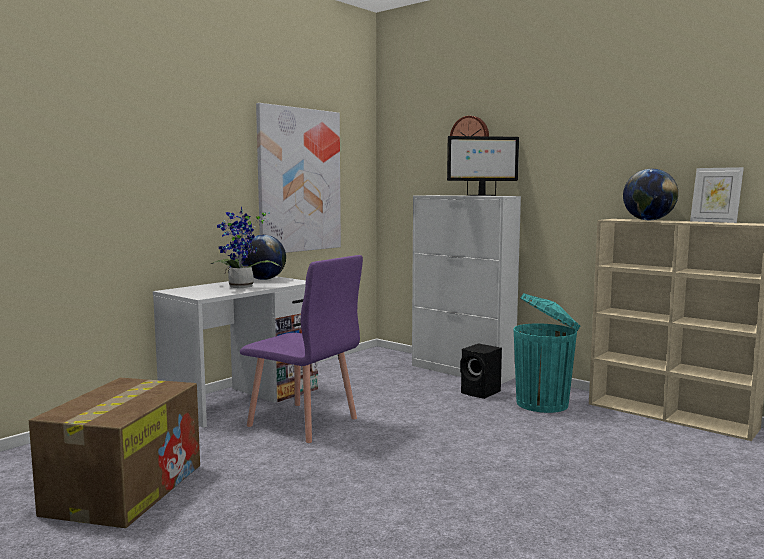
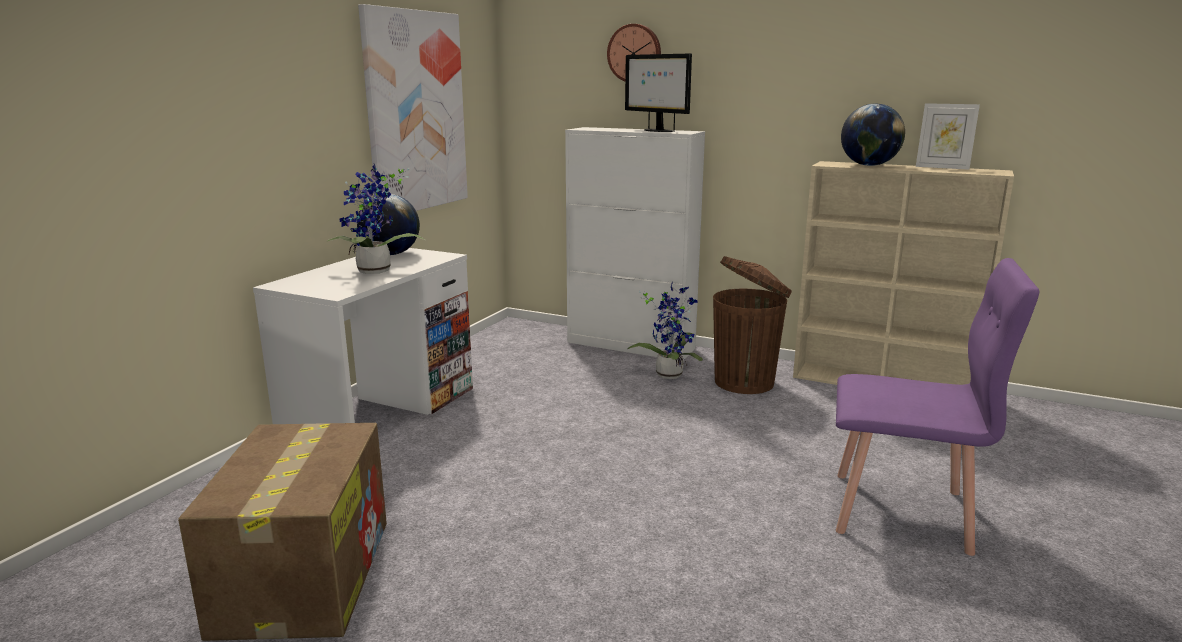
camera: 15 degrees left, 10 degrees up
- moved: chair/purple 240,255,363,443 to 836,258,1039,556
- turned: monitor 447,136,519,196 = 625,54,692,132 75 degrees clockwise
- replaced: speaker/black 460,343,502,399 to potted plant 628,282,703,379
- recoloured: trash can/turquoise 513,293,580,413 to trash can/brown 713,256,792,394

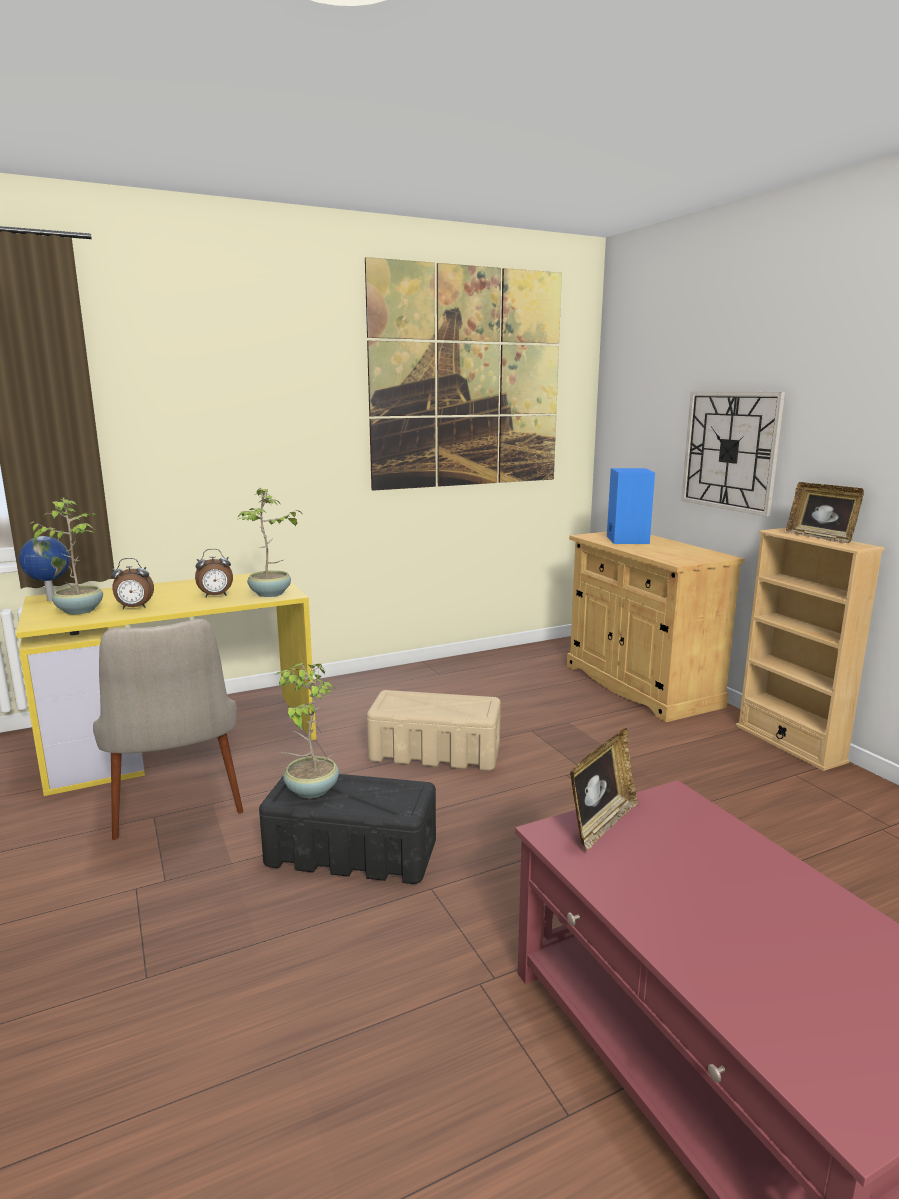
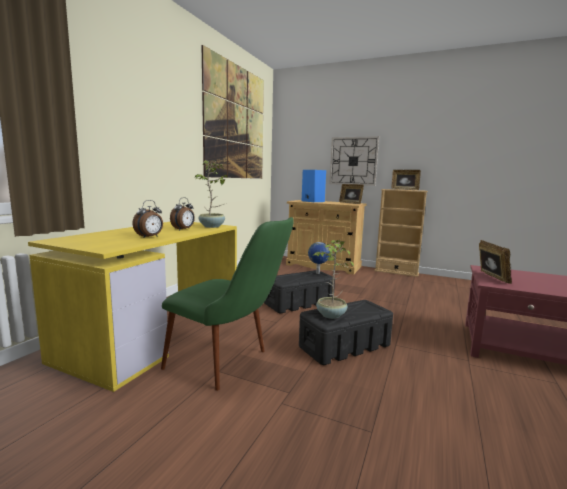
camera: 40 degrees left, 5 degrees down
- moved: globe 19,536,70,601 to 308,242,330,274
- removed: potted plant 27,497,103,615
- recoloured: chair/beige 93,619,243,840 to chair/green 161,217,294,391
- recoloured: storage box/beige 367,690,501,771 to storage box/black 264,270,335,313
- added: picture frame 339,184,364,204

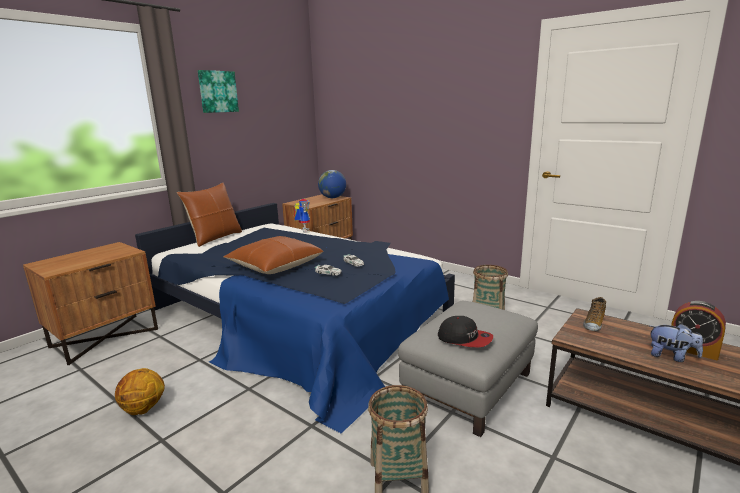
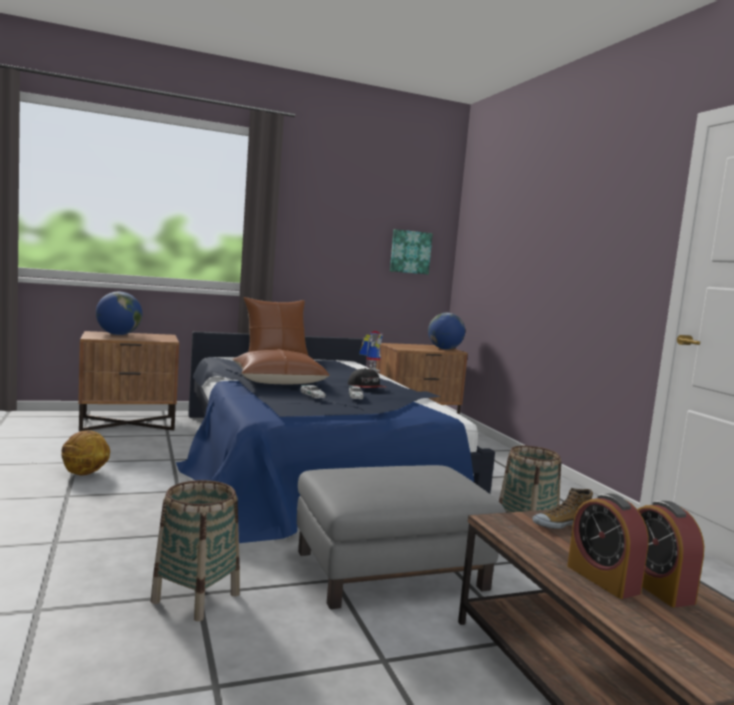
camera: 30 degrees right, 10 degrees down
- moved: picture 198,70,239,113 to 390,229,433,274
- moved: cap 438,316,493,348 to 348,368,386,388
- replaced: plush toy 650,324,703,362 to alarm clock 567,493,649,599
- added: globe 96,292,142,335

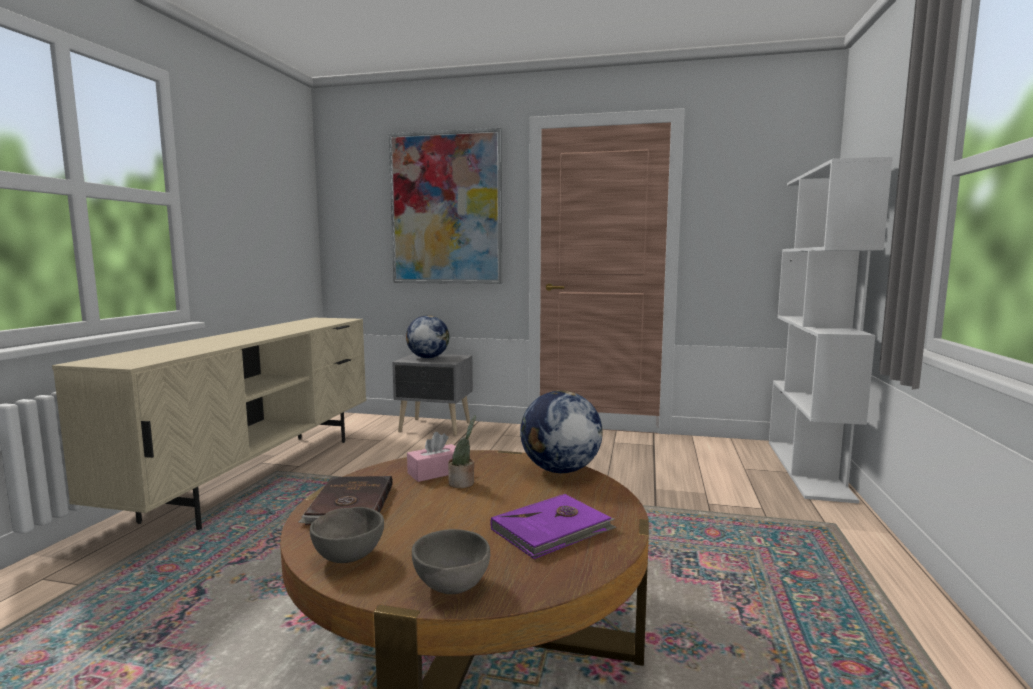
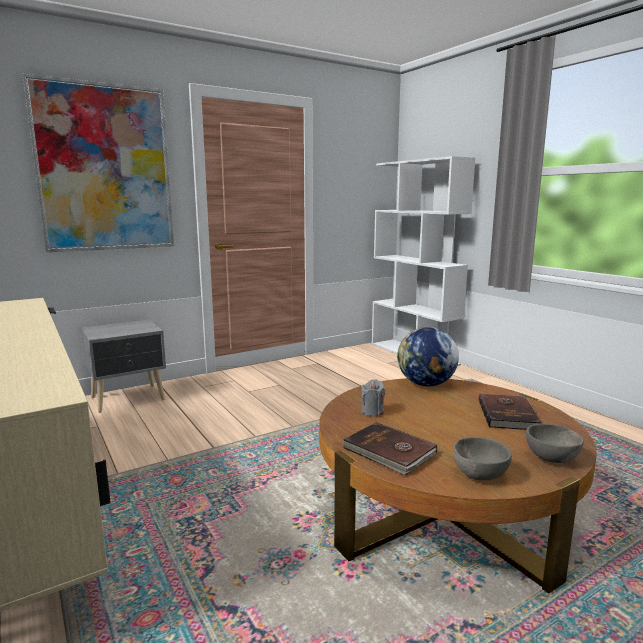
camera: 45 degrees left, 5 degrees up
- removed: globe 406,315,449,358
- replaced: tissue box/pink 407,432,456,482 to candle/grey 361,379,385,416
- removed: potted plant 448,415,476,488
- recoloured: book/purple 491,494,617,559 to book/brown 479,394,542,430

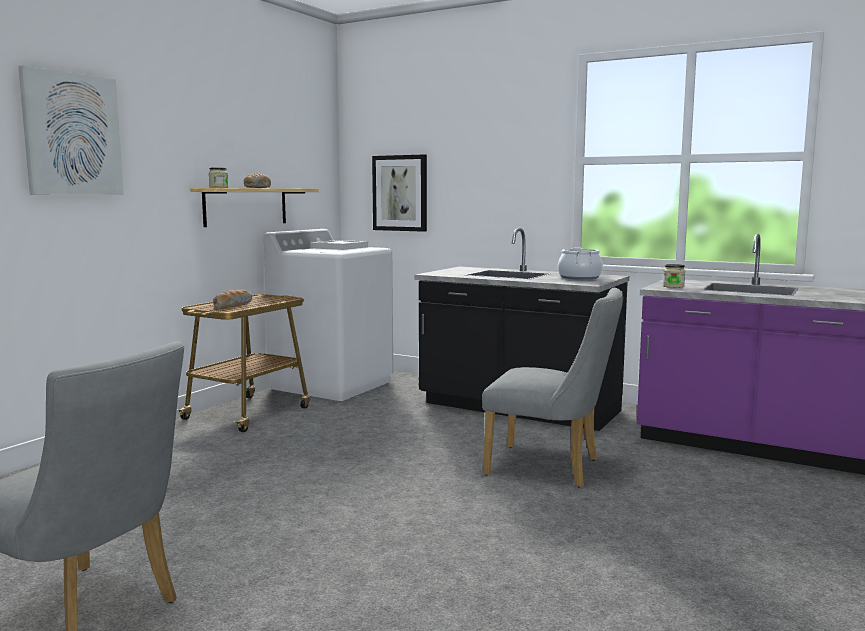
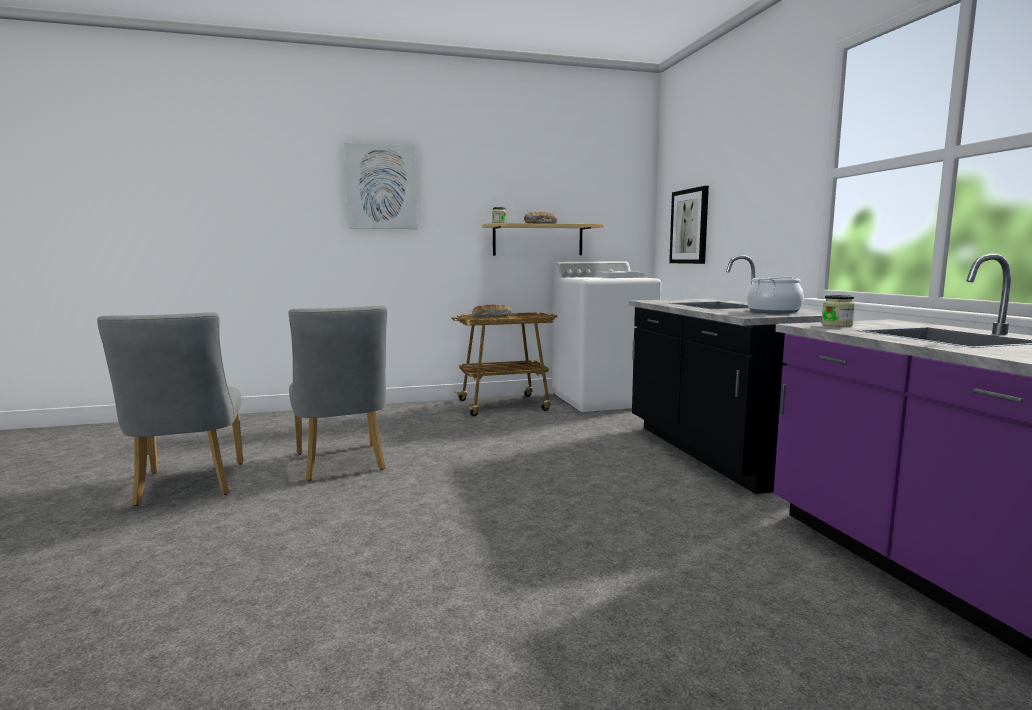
camera: 45 degrees right, 0 degrees up
- moved: chair/grey 482,288,623,488 to 288,305,387,481

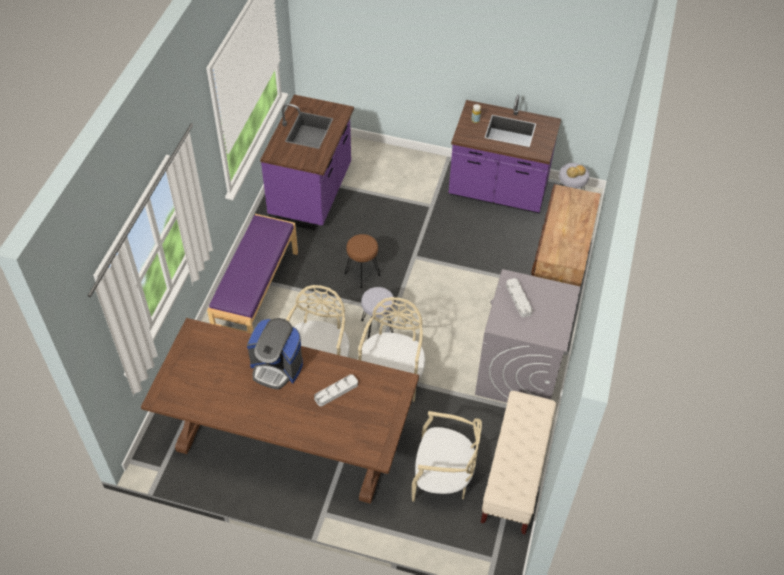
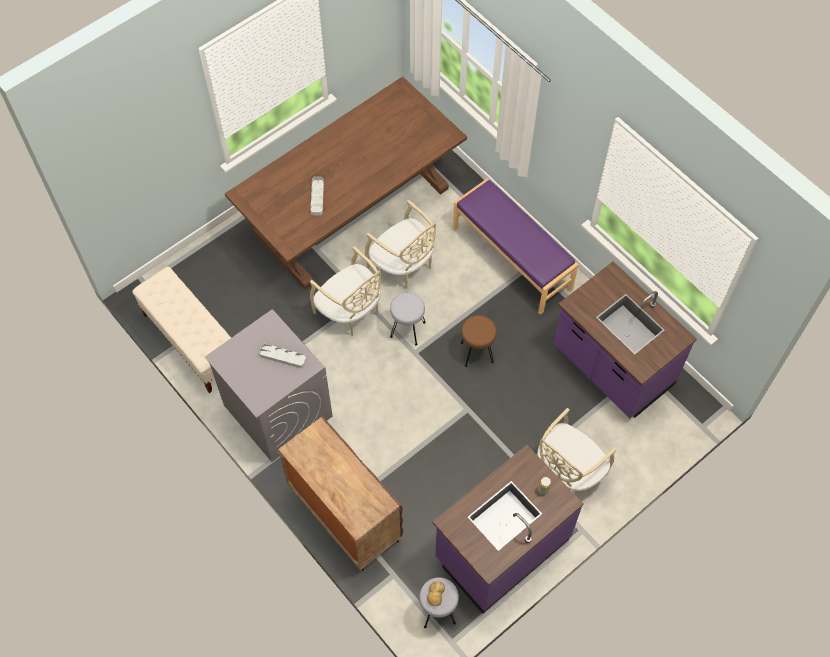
camera: 125 degrees right, 10 degrees up
- removed: coffee machine 247,318,303,390
- moved: chair/beige 412,411,482,501 to 537,408,616,491

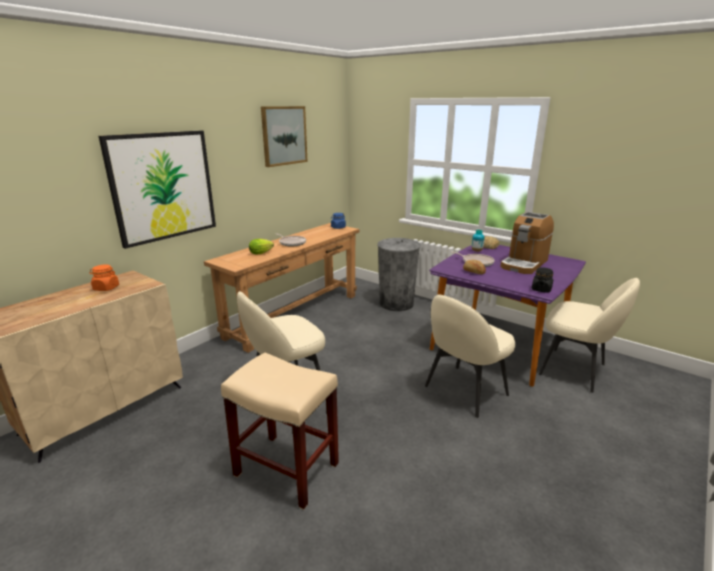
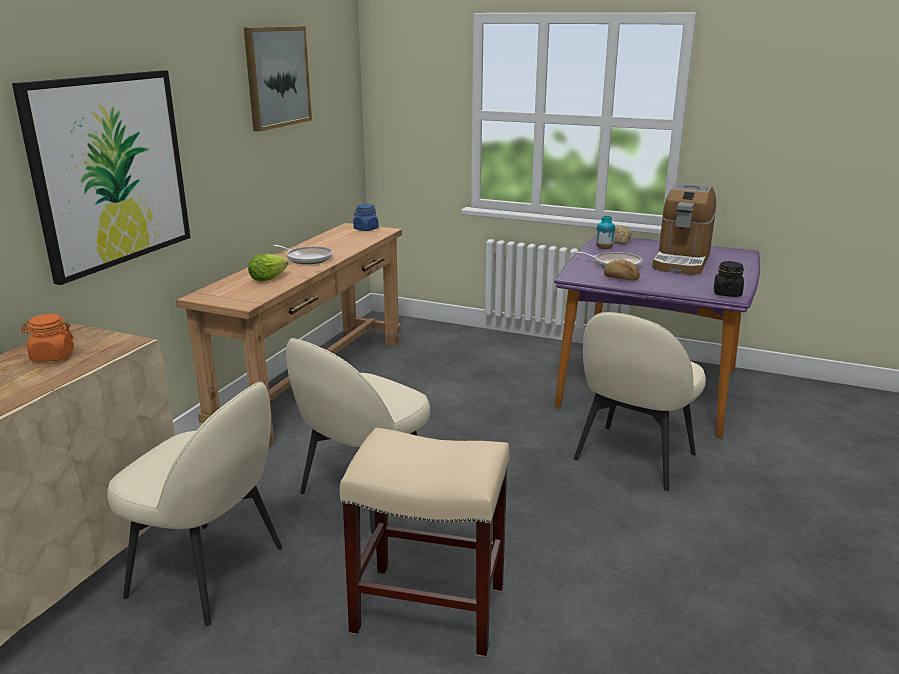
camera: 15 degrees left, 0 degrees up
- removed: trash can/grey 377,238,420,311
- moved: chair/beige 539,278,640,393 to 107,382,283,626

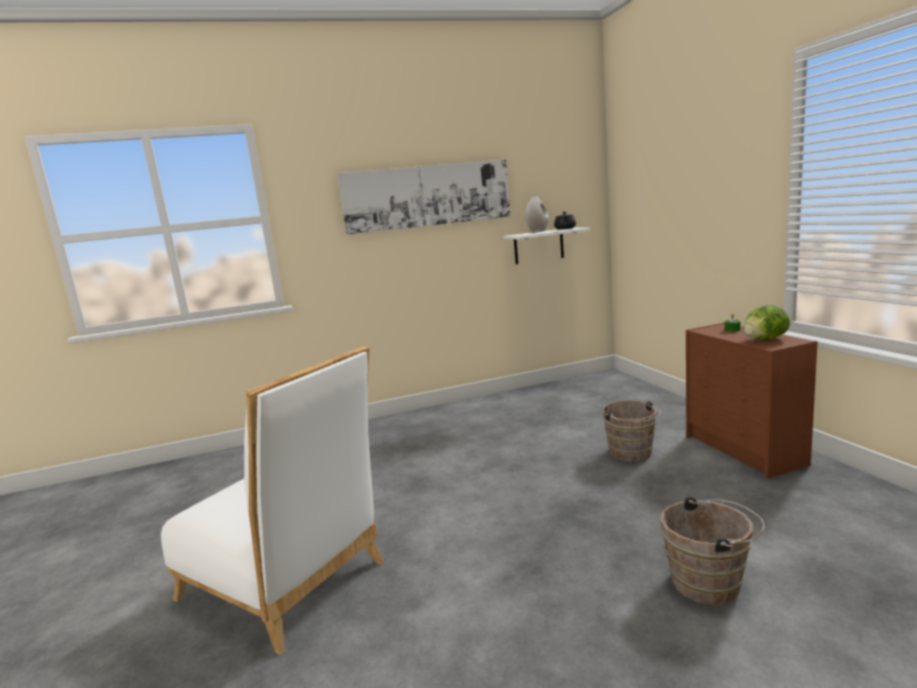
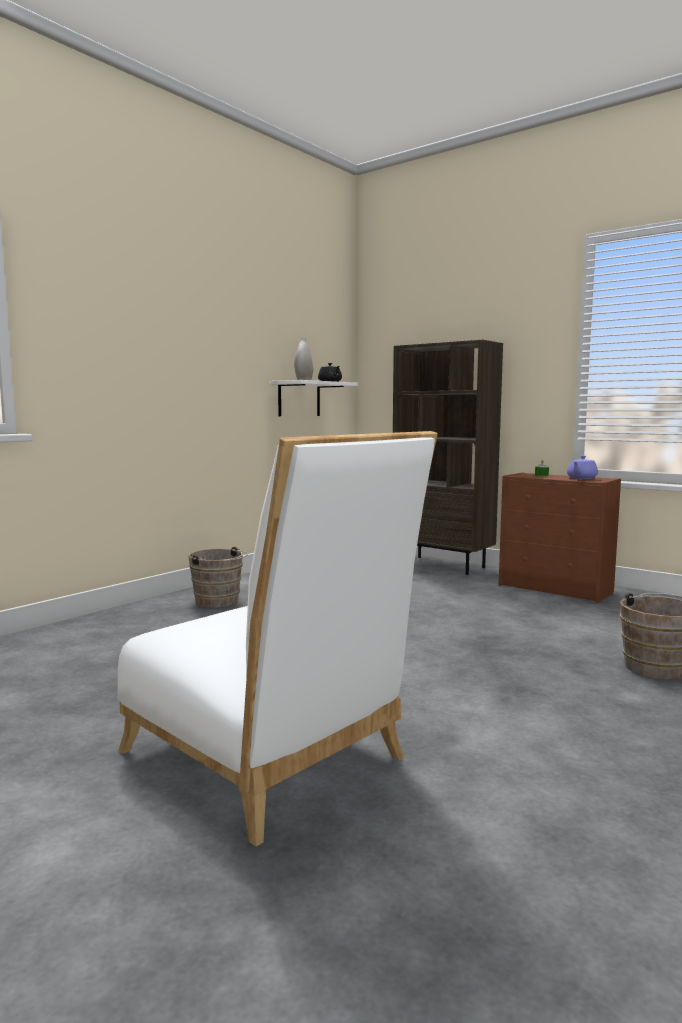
camera: 35 degrees left, 5 degrees down
- turned: chair/white 161,346,384,655 = 117,431,438,846 45 degrees clockwise
- removed: picture 337,160,511,235
- moved: bucket/brown 602,400,661,462 to 188,547,248,608
- replaced: lettuce 743,305,790,340 to teapot/purple 567,456,598,479
- added: bookcase/brown 393,339,503,575

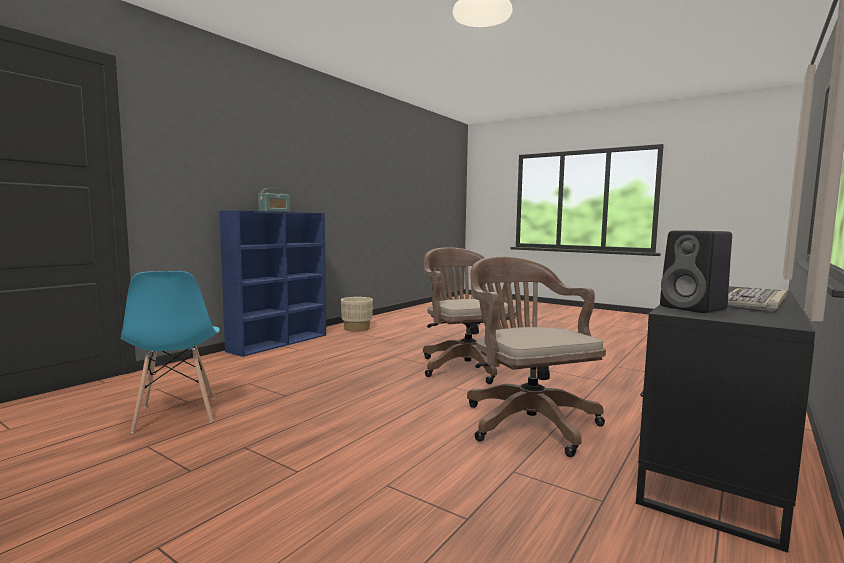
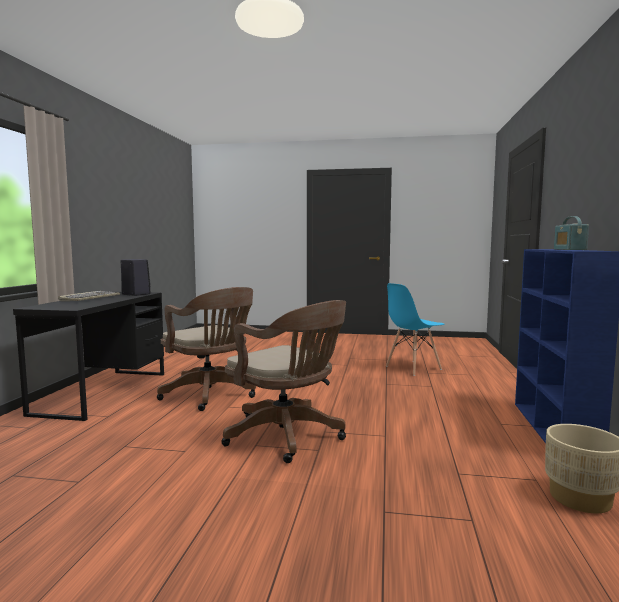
camera: 155 degrees right, 0 degrees up
- turned: chair/blue 121,271,220,434 = 386,283,445,376 75 degrees counterclockwise

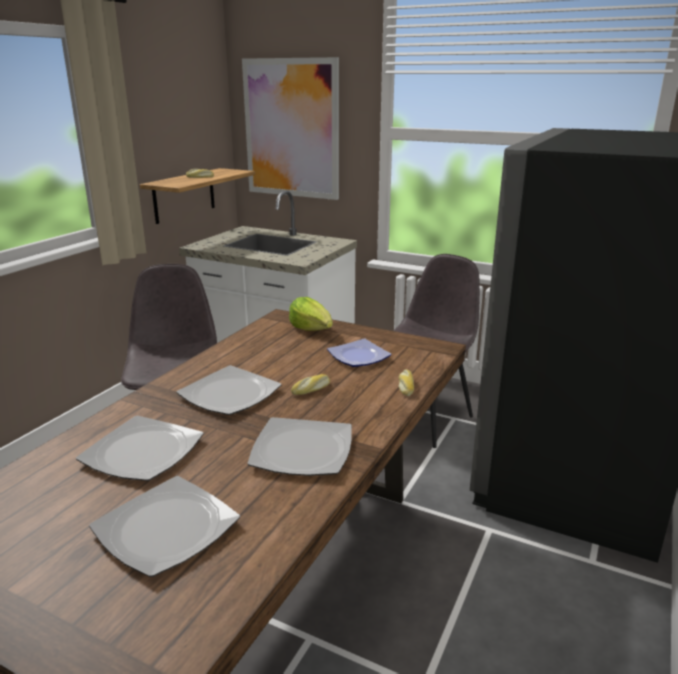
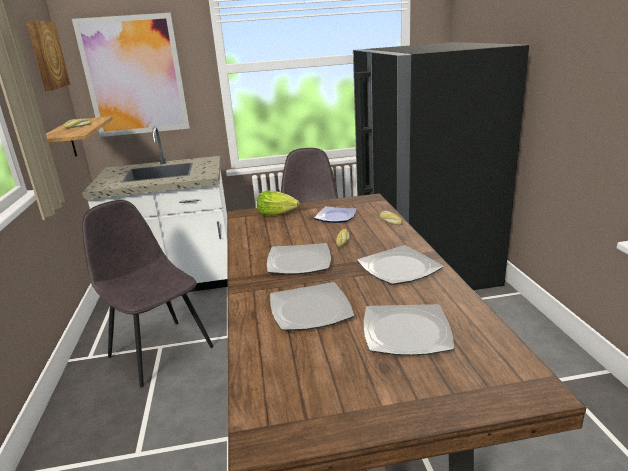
camera: 35 degrees left, 0 degrees up
- added: picture 26,20,70,91

